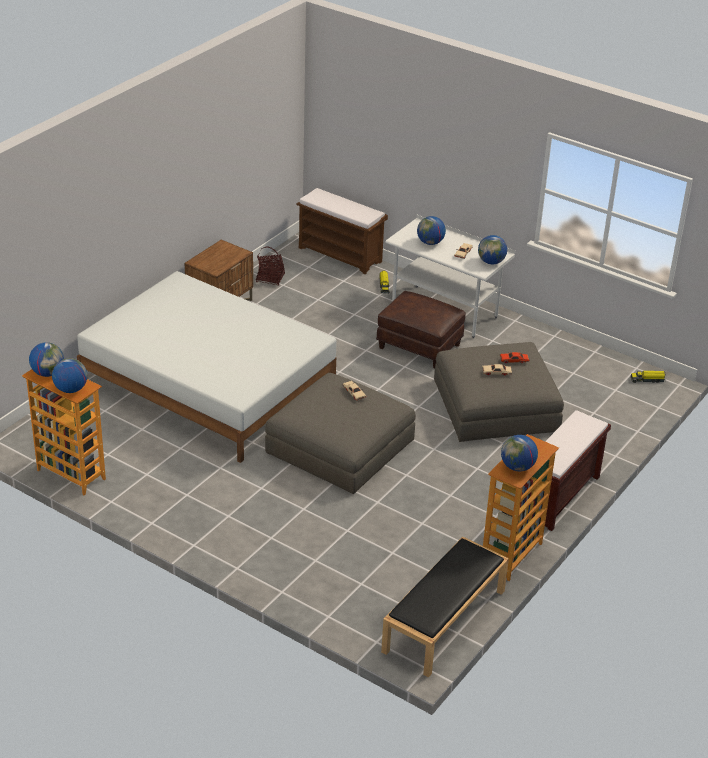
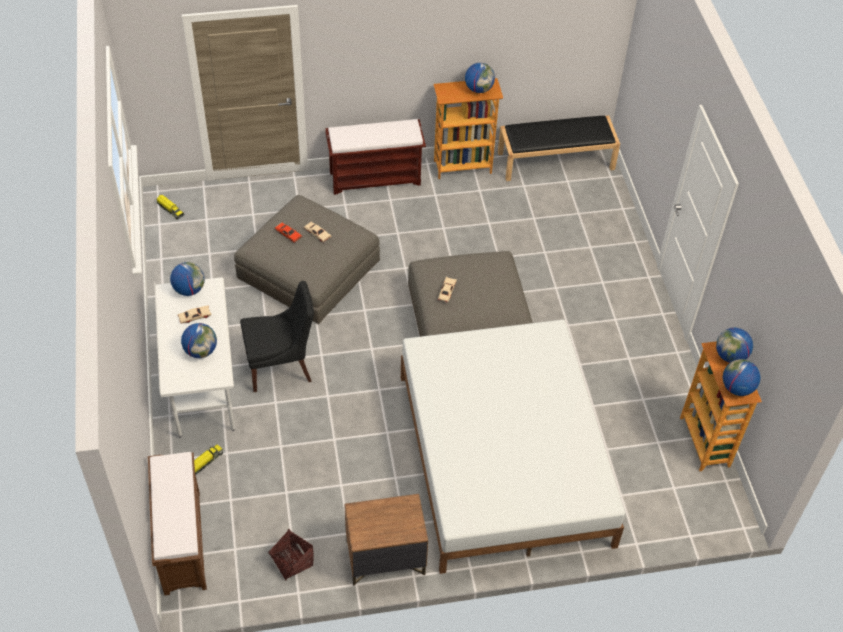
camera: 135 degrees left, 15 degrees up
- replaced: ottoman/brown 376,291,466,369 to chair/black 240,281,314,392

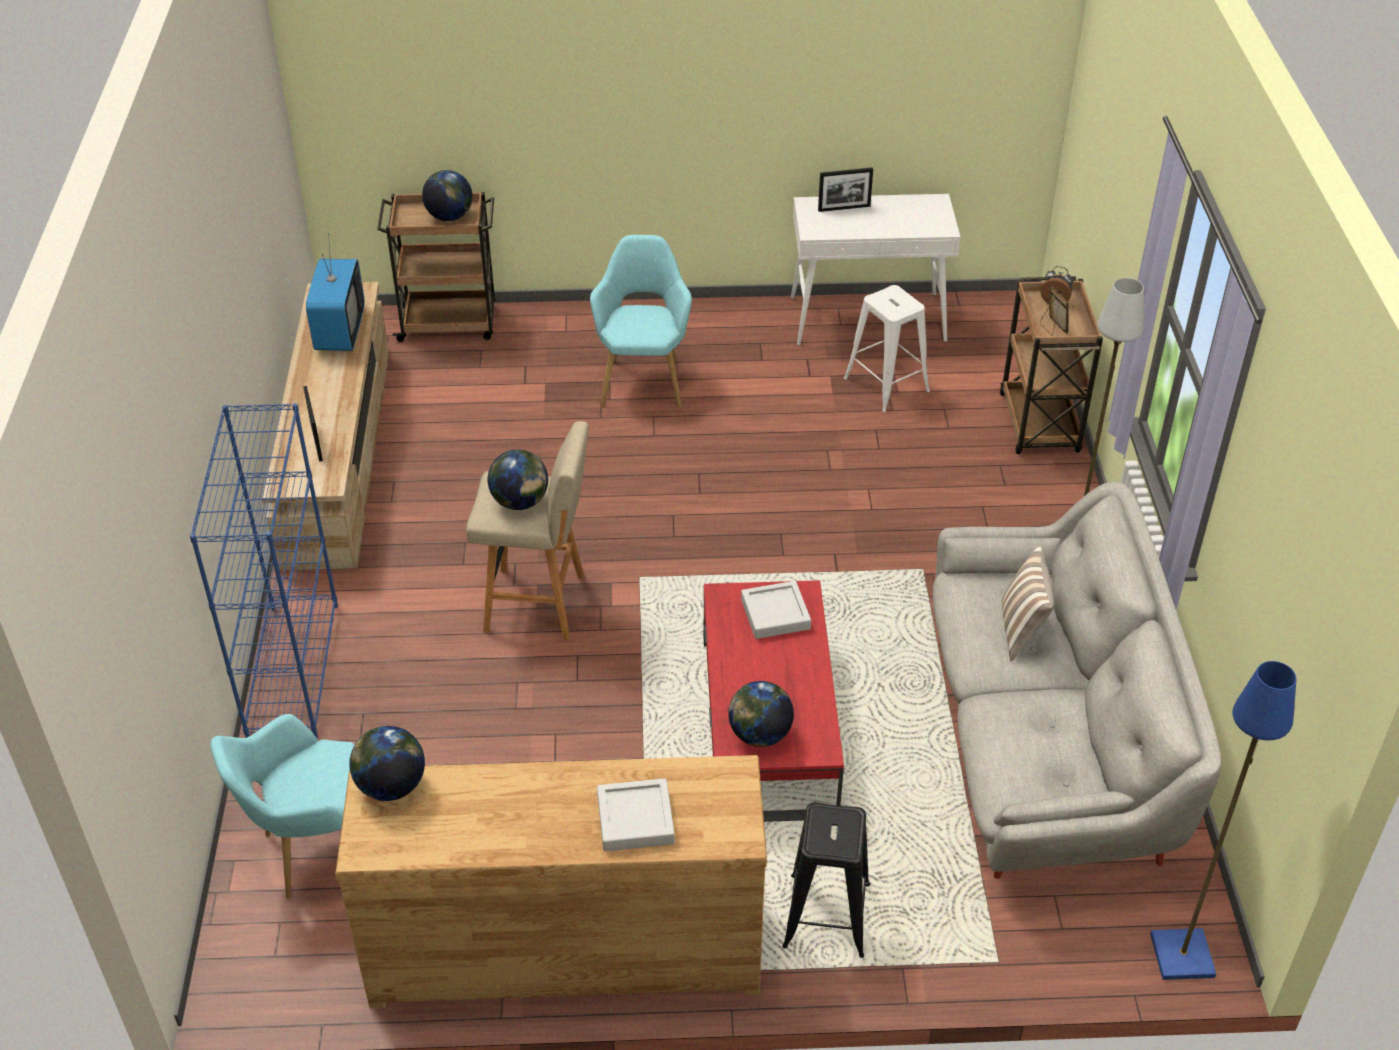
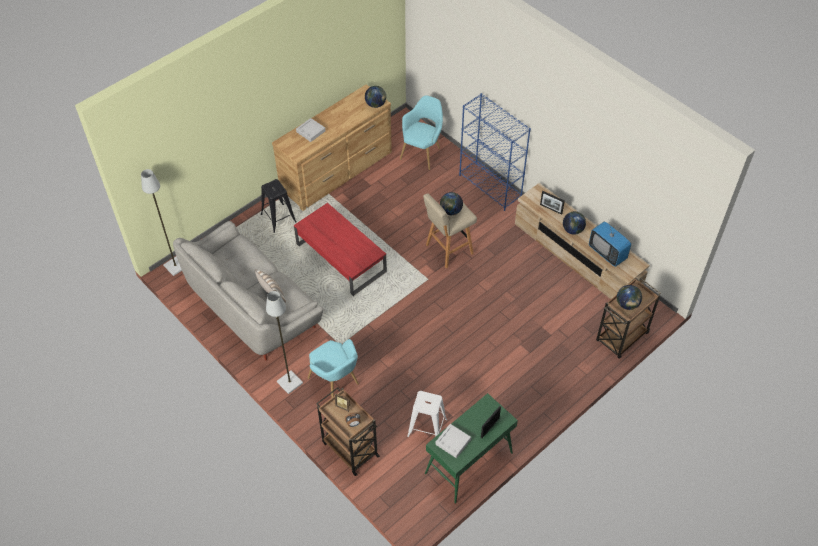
camera: 140 degrees right, 10 degrees up
- moved: armchair/turquoise 590,235,692,408 to 308,339,359,397
- moved: globe 728,681,794,747 to 563,211,586,235
- moved: tray/grey 741,581,811,639 to 435,424,471,458
- recoloured: console table/white 791,194,960,345 to console table/green 425,393,518,504
- recoloured: floor lamp/blue 1150,661,1296,980 to floor lamp/grey 141,169,182,276

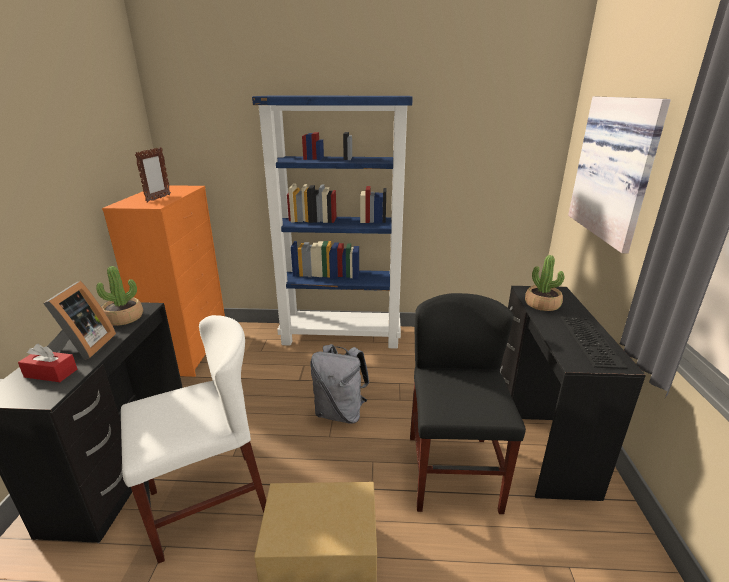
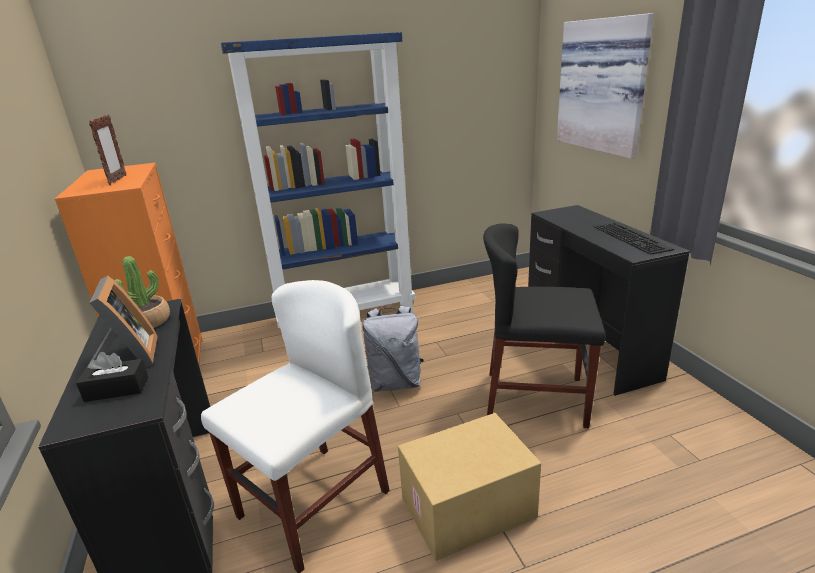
camera: 20 degrees left, 0 degrees up
- recoloured: tissue box/red 18,344,77,382 to tissue box/black 76,352,148,402
- turned: chair/black 410,293,526,514 = 483,224,605,428 60 degrees counterclockwise
- removed: potted plant 525,255,564,311

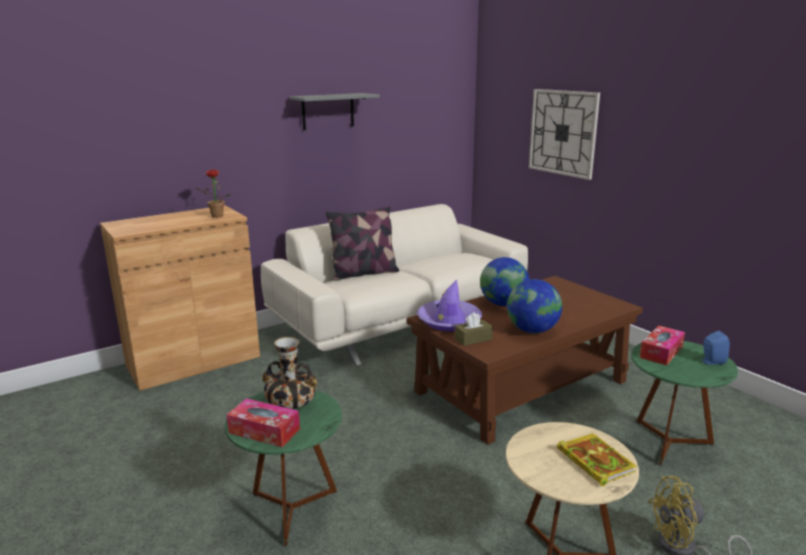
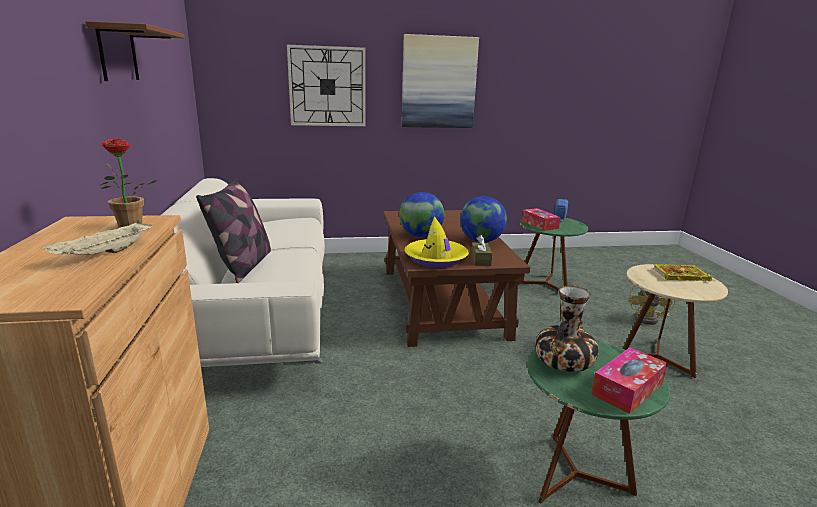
camera: 65 degrees left, 0 degrees up
- recoloured: shelf/grey 289,93,380,130 to shelf/brown 85,21,185,81
- recoloured: hat/purple 417,280,482,332 to hat/yellow 404,216,469,268
- added: tray/beige 43,220,152,255
- added: picture 402,34,479,128

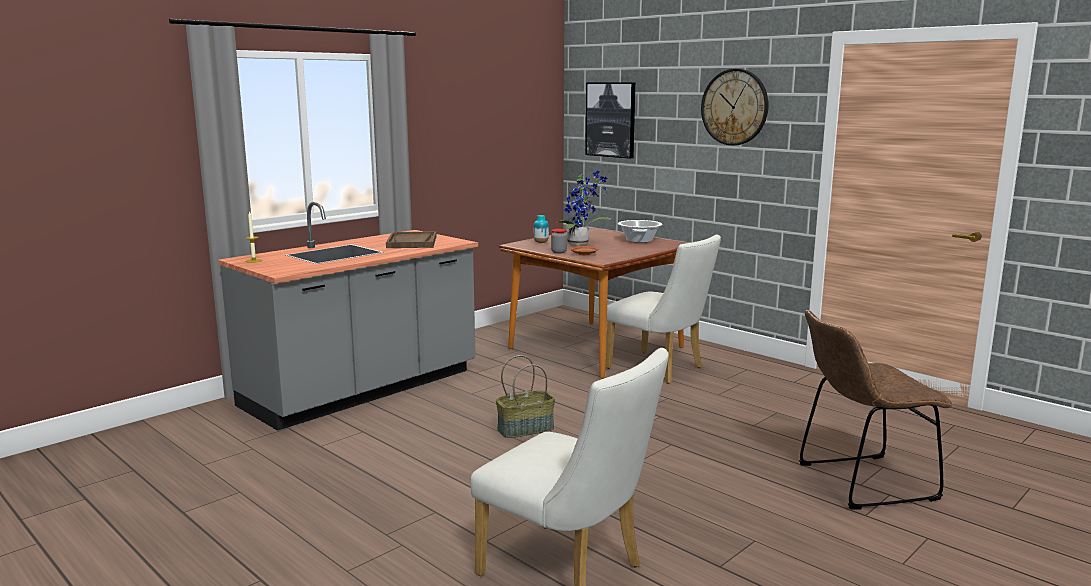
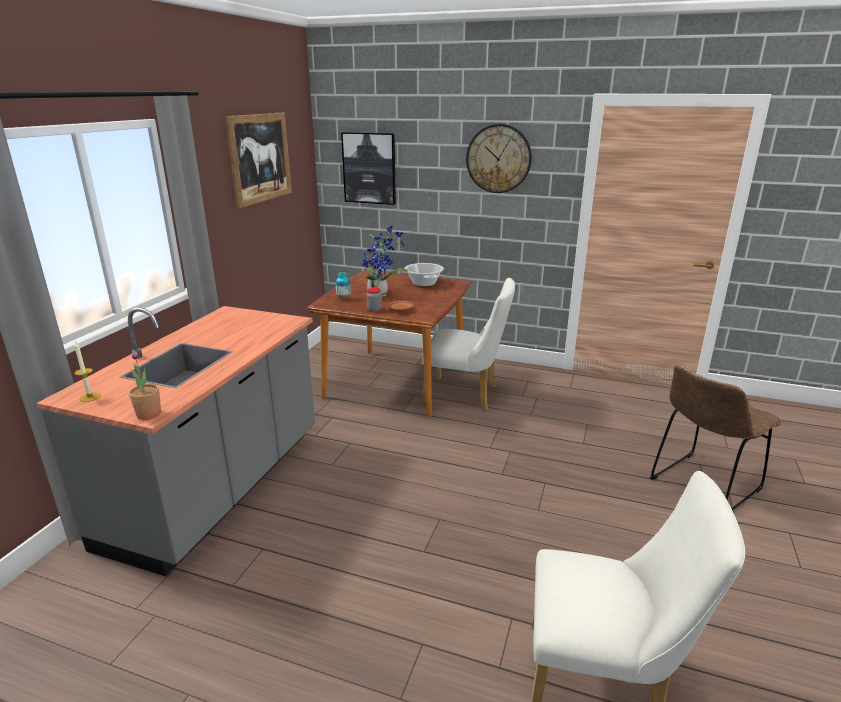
camera: 25 degrees left, 10 degrees up
- removed: tray/brown 386,231,436,248
- removed: basket 496,355,555,438
- added: potted plant 129,351,161,420
- added: picture 225,113,292,208

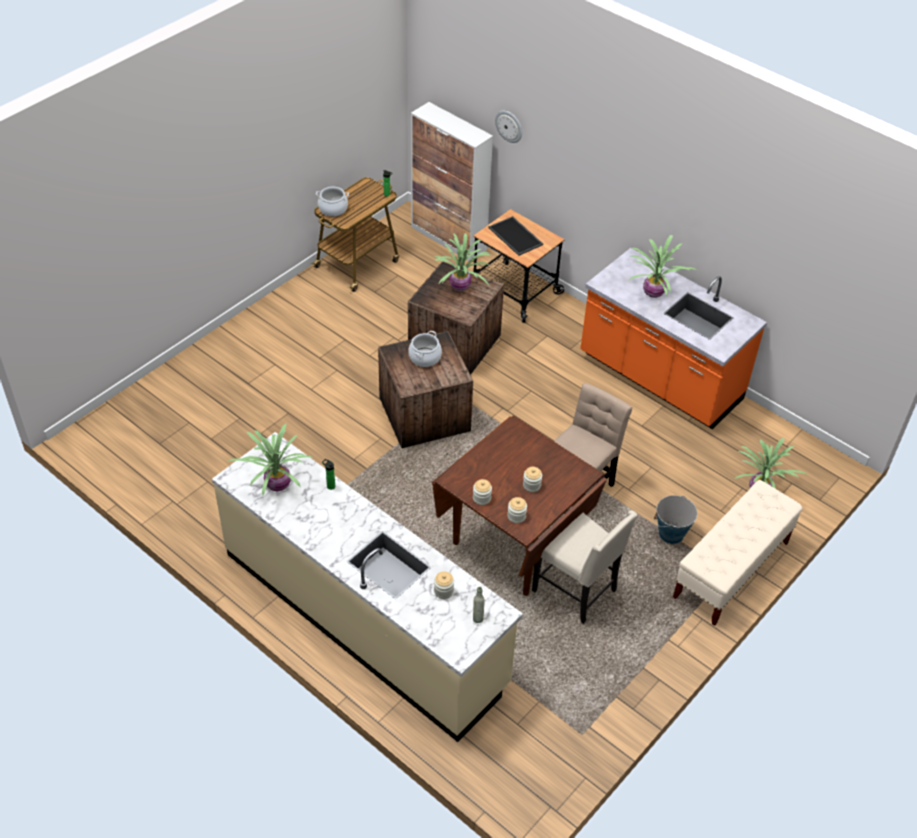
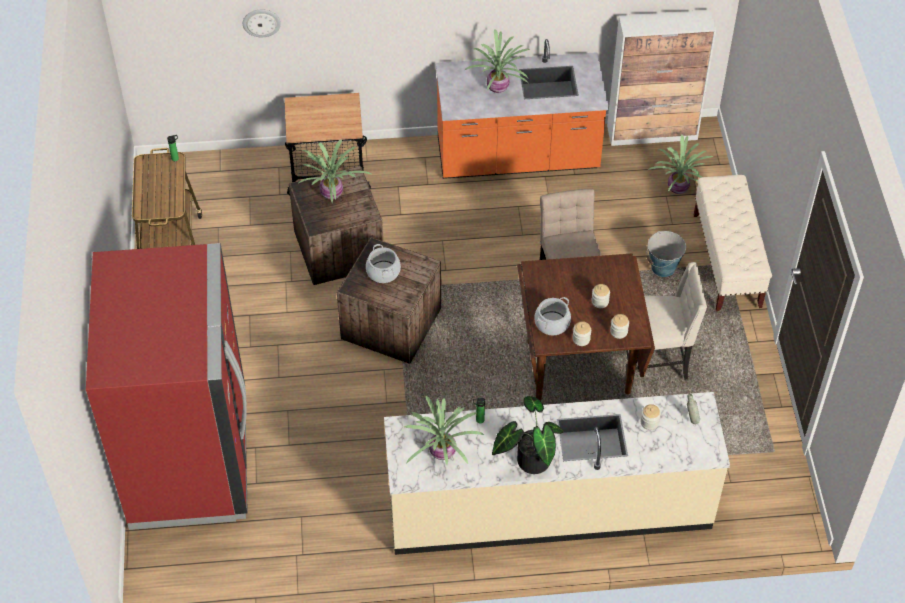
camera: 45 degrees left, 5 degrees up
- moved: cooking pot 316,187,349,217 to 534,297,571,335
- moved: cabinet 411,102,493,261 to 607,10,716,146
- removed: tray 488,216,543,256
- added: fridge/red 86,243,248,530
- added: potted plant 492,396,564,474

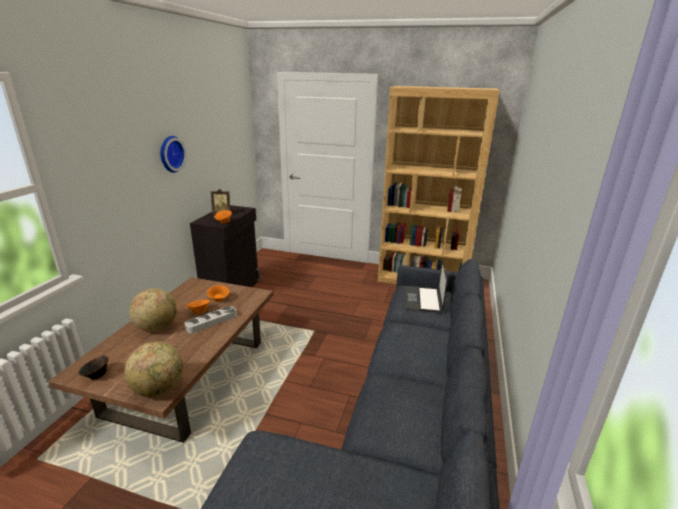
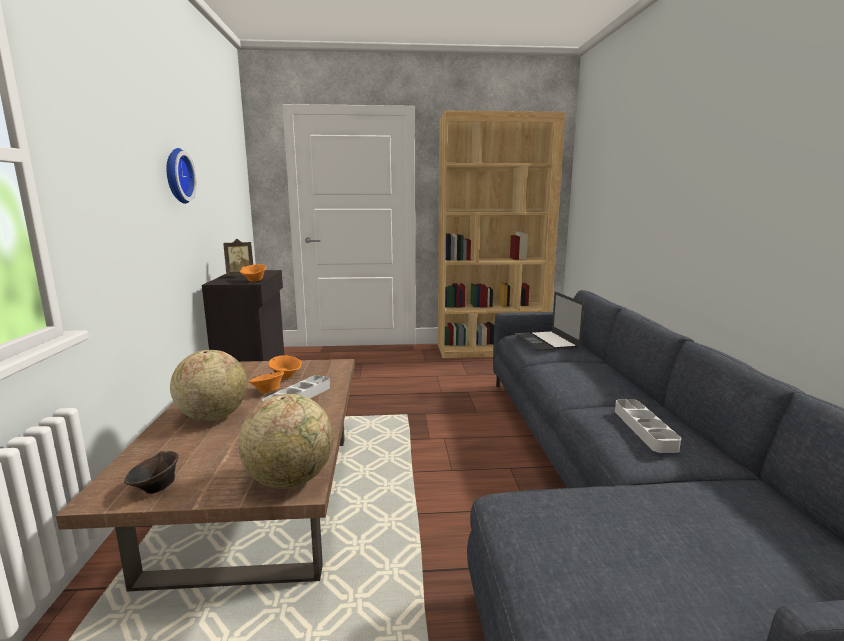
camera: 20 degrees left, 10 degrees down
- added: tray/grey 615,399,681,453

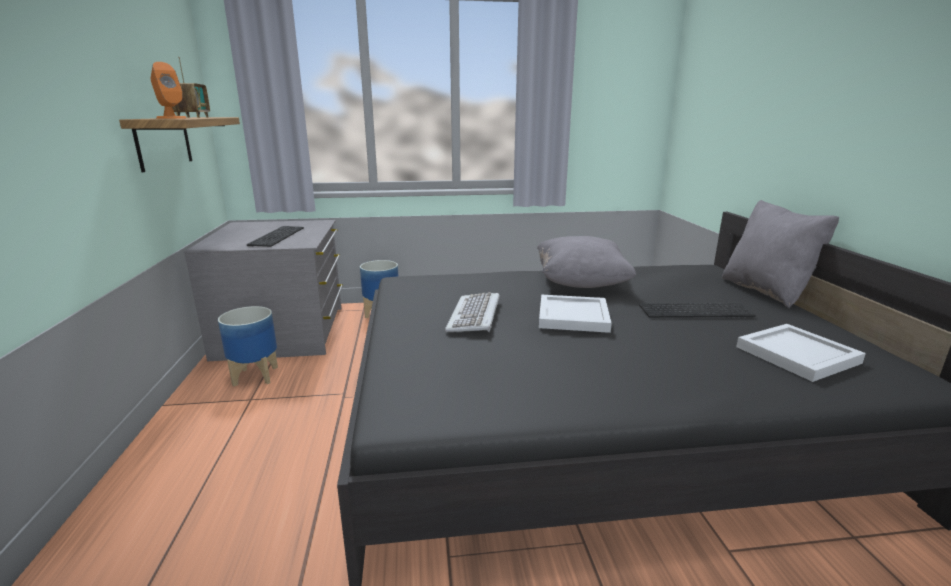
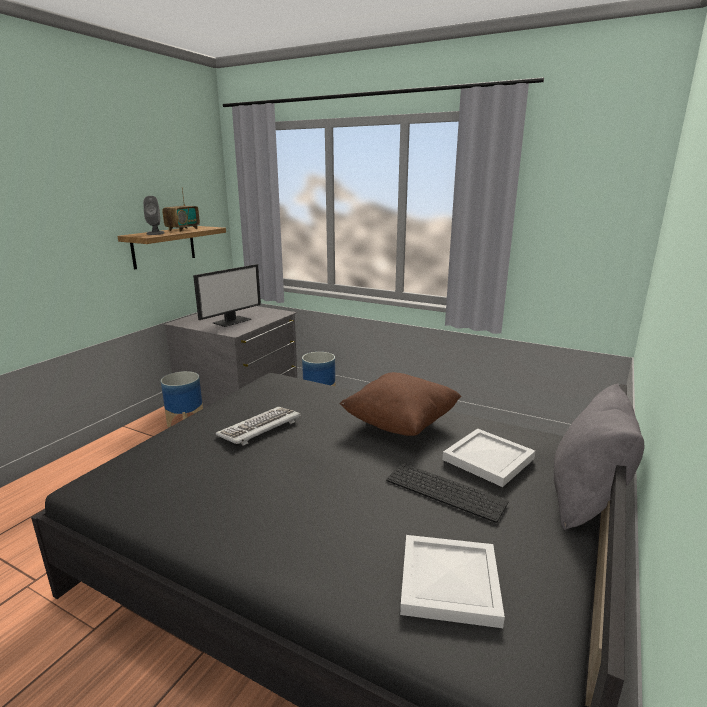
camera: 35 degrees right, 0 degrees up
- recoloured: speaker/orange 151,62,187,119 to speaker/grey 143,196,164,235
- replaced: keyboard 247,226,304,247 to monitor 193,264,261,327
- recoloured: pillow/grey 537,236,636,288 to pillow/brown 340,372,462,436
- moved: tray/white 539,295,612,333 to 442,428,535,487

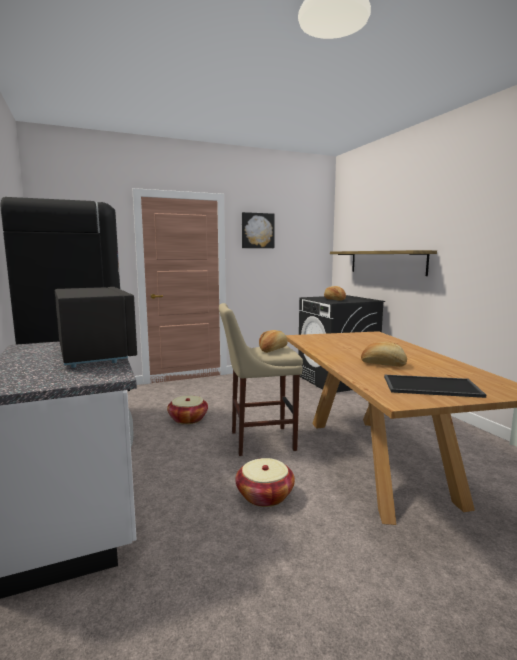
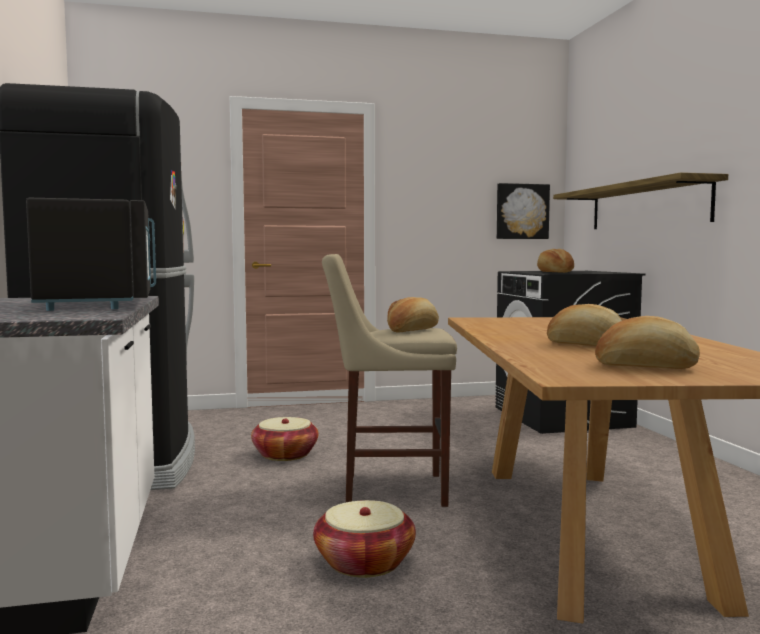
camera: 10 degrees right, 5 degrees down
- moved: picture 242,212,275,248 to 497,183,550,239
- replaced: tray 384,375,486,398 to bread 595,316,700,369

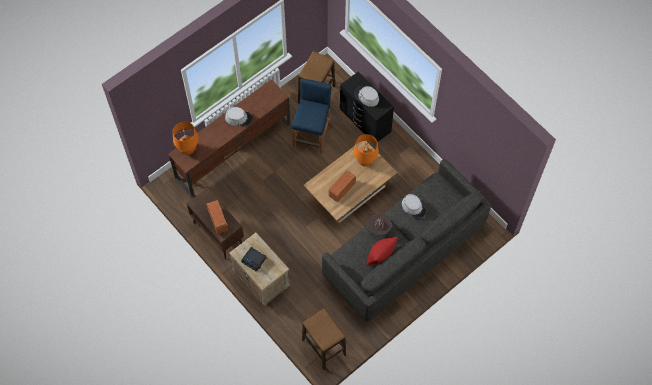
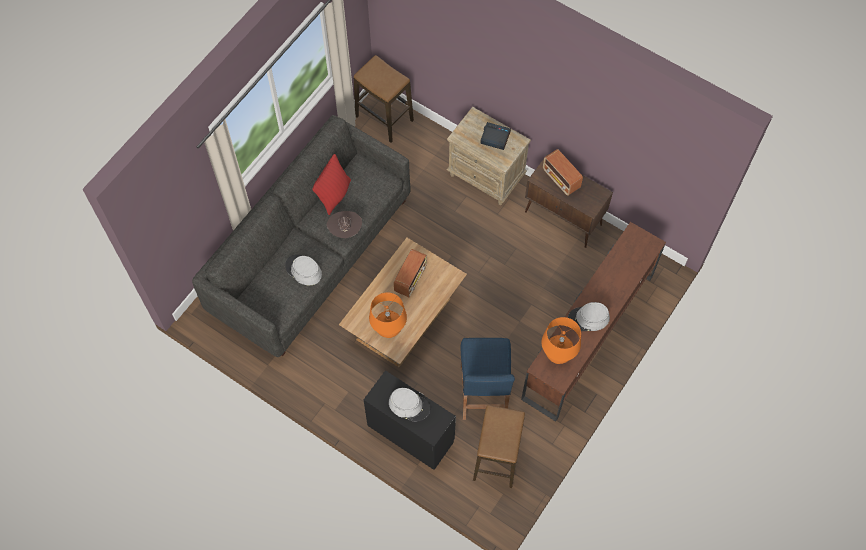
camera: 165 degrees right, 0 degrees up
- moved: table lamp/orange 173,122,199,155 to 542,317,581,364

